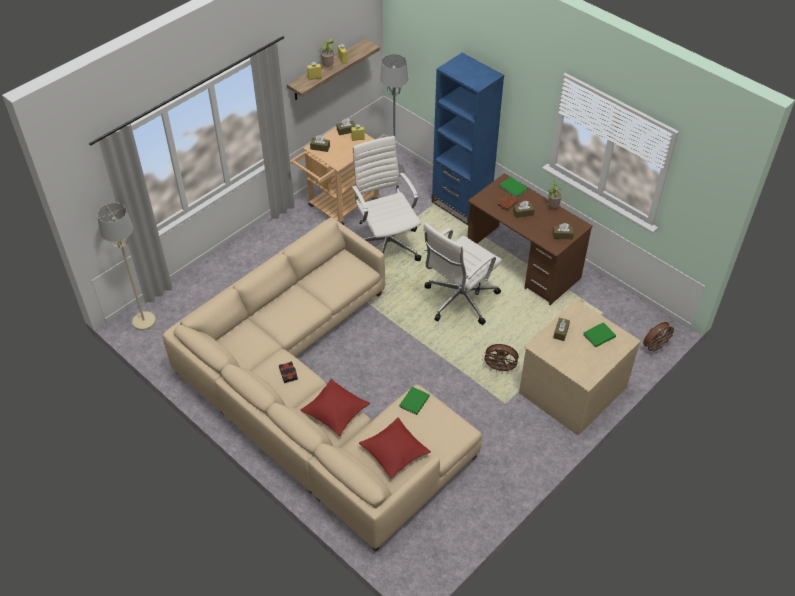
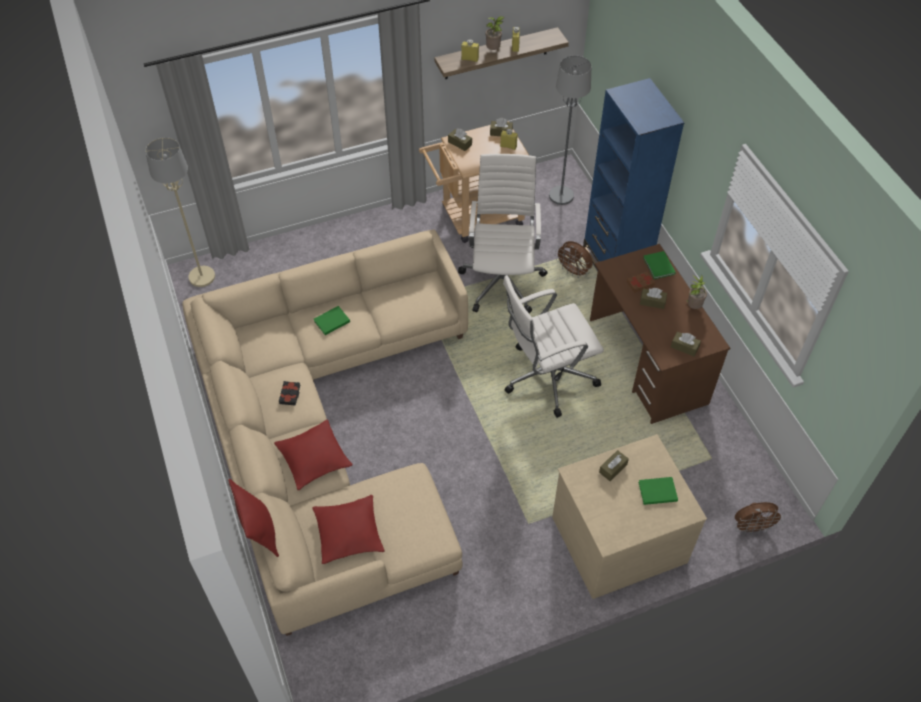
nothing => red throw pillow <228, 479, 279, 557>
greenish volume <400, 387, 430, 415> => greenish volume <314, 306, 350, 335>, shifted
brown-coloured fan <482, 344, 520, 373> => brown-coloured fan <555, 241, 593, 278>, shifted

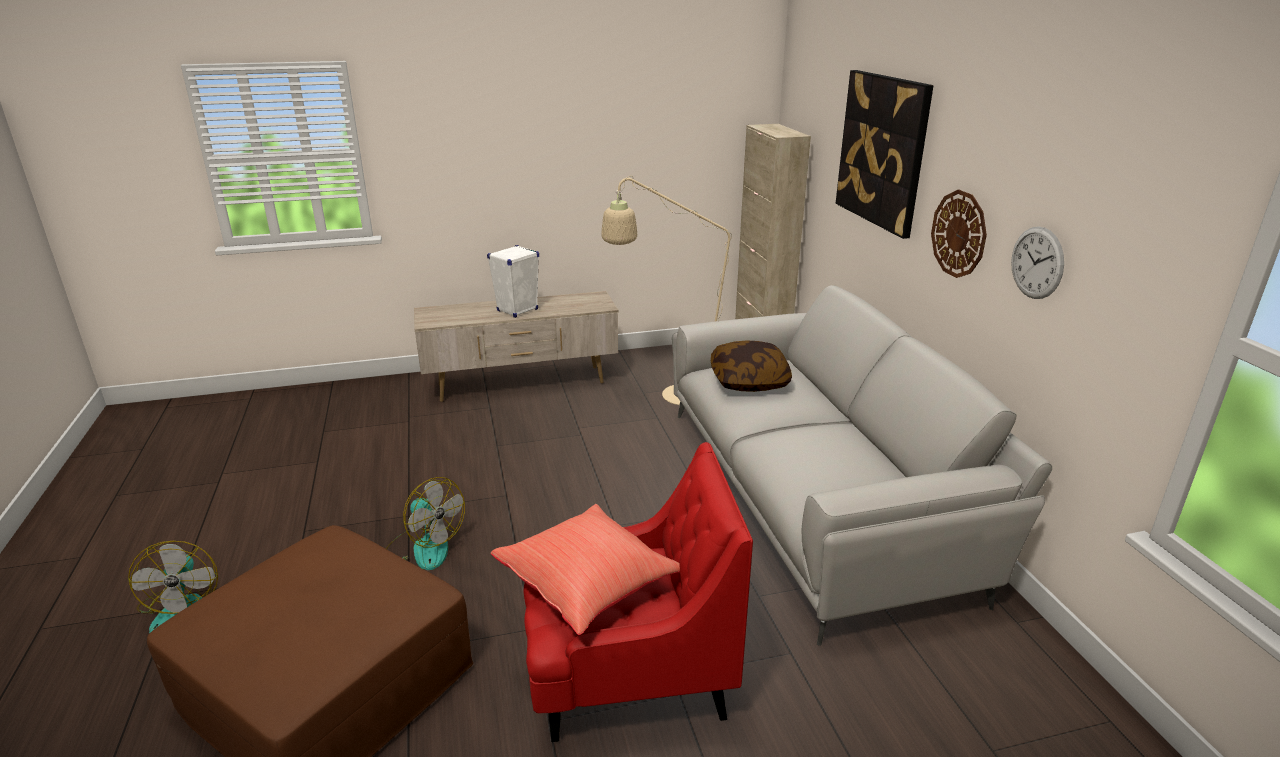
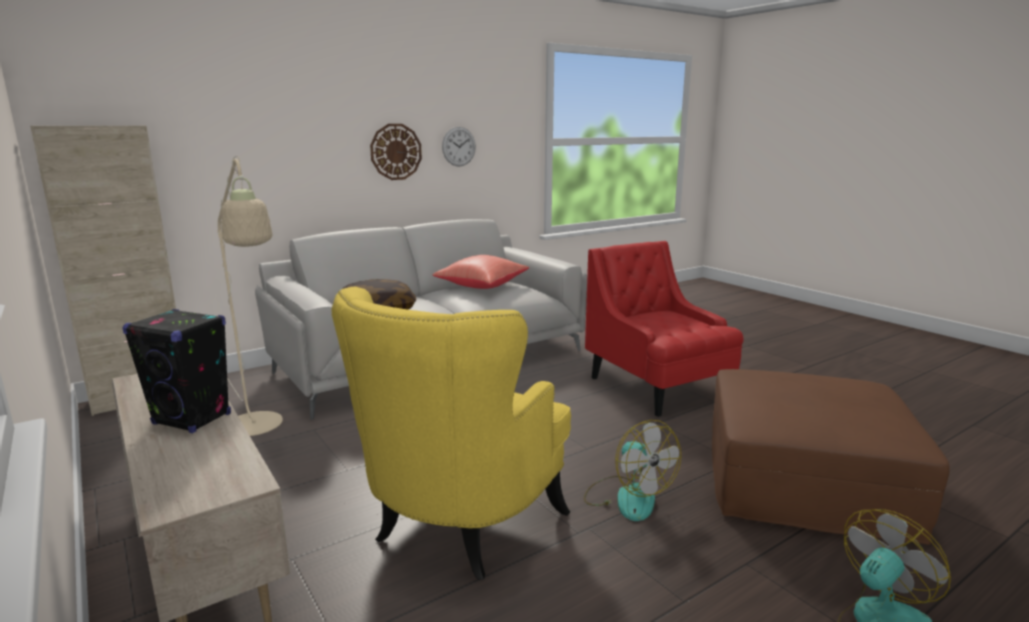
wall picture <836, 70, 934, 239> => nothing
nothing => yellow lounge chair <332, 287, 571, 580>
red throw pillow <491, 504, 680, 635> => red throw pillow <433, 255, 529, 289>, shifted
white audio speaker <487, 245, 539, 318> => black-coloured audio speaker <122, 309, 231, 433>
fan <386, 477, 465, 570> => fan <584, 420, 681, 521>, 135 degrees clockwise

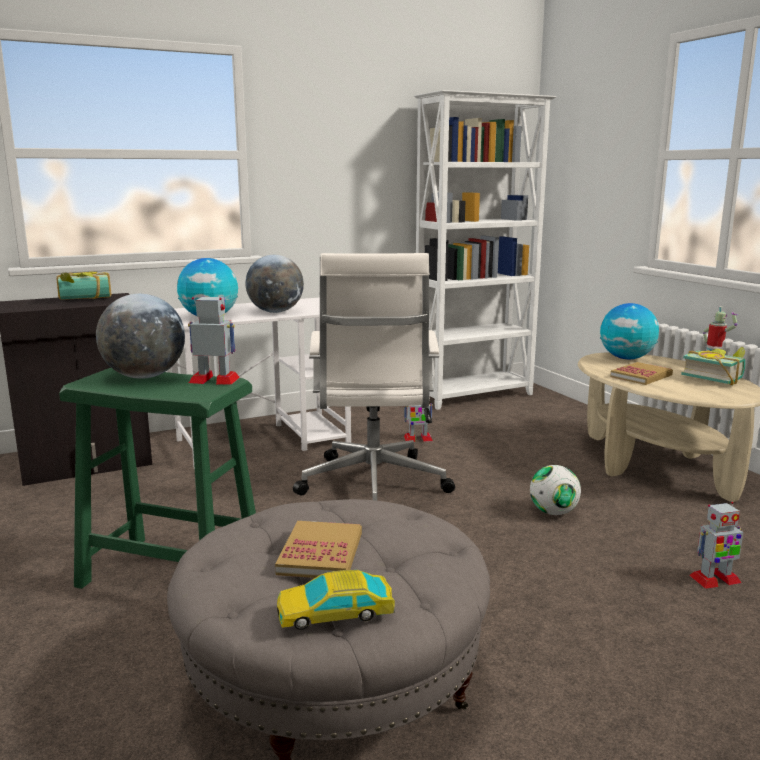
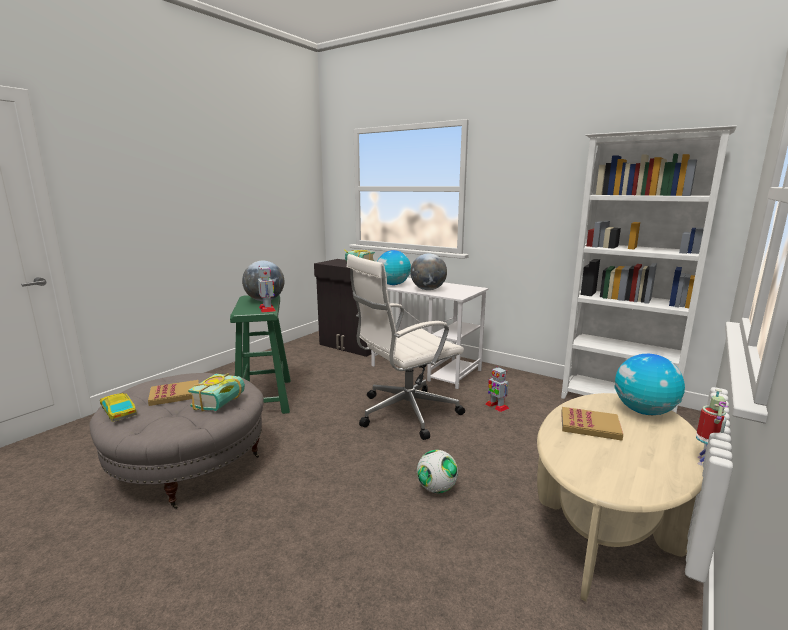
model robot <689, 502, 743, 589> => nothing
volume <681, 347, 745, 386> => volume <188, 373, 245, 412>, shifted

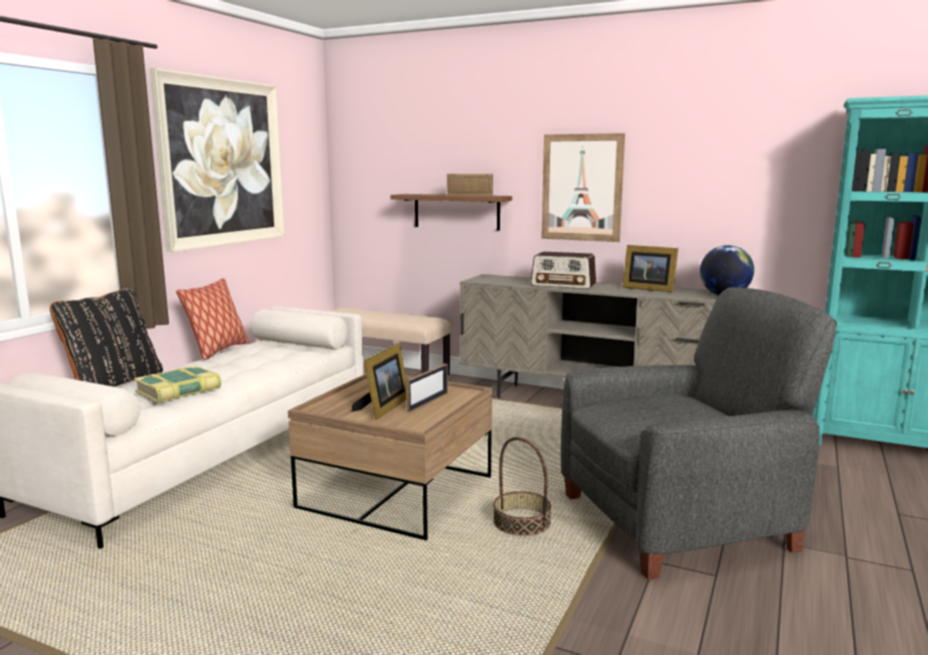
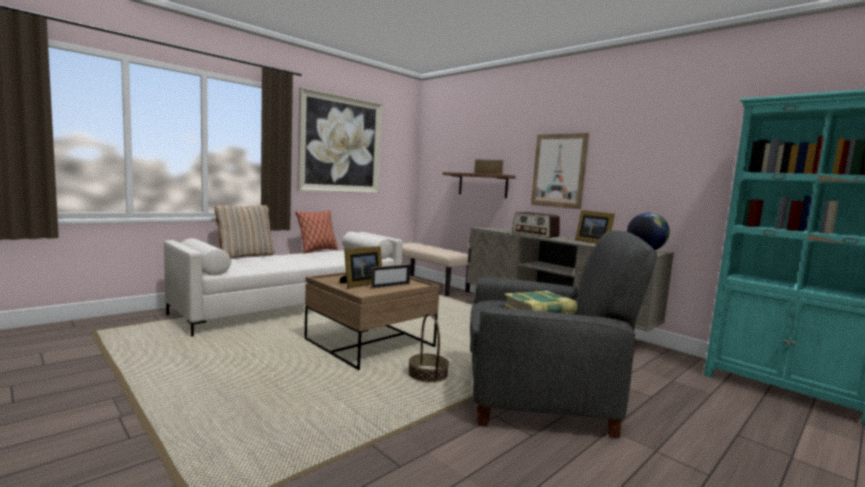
volume <134, 365, 221, 403> => volume <504, 291, 577, 314>, shifted
black-coloured throw pillow <50, 288, 163, 387> => beige throw pillow <215, 205, 275, 258>

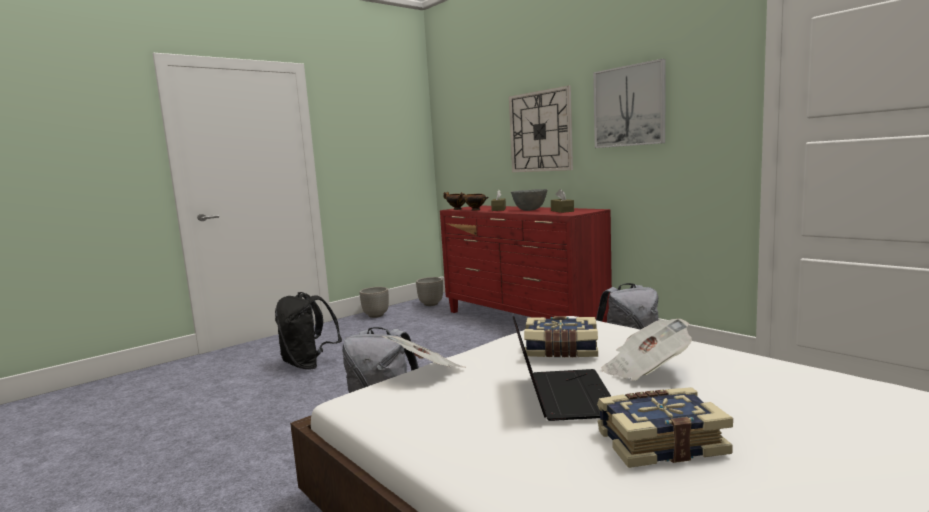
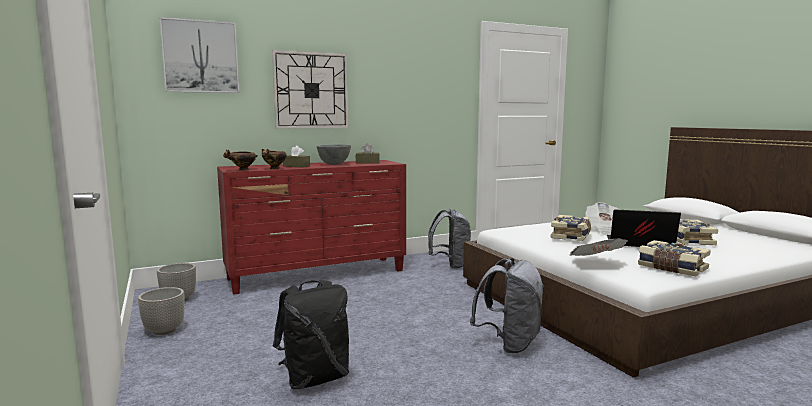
nothing => volume <638, 240, 711, 277>
wall picture <593, 59, 666, 148> => wall picture <160, 17, 240, 93>, shifted

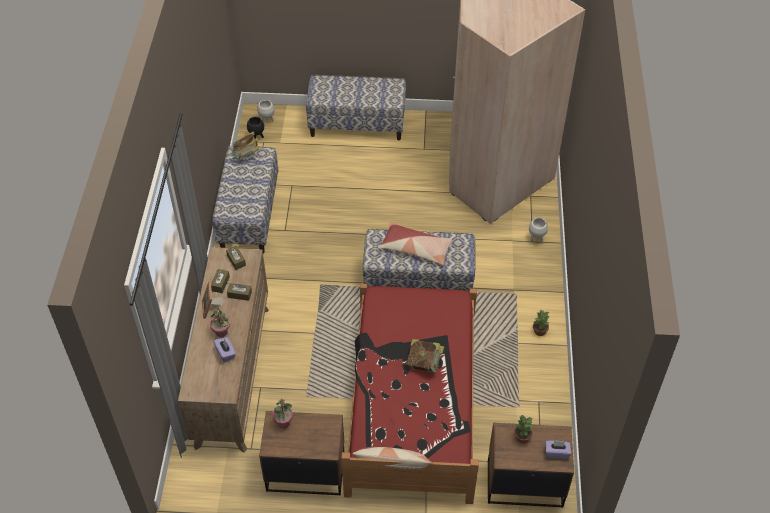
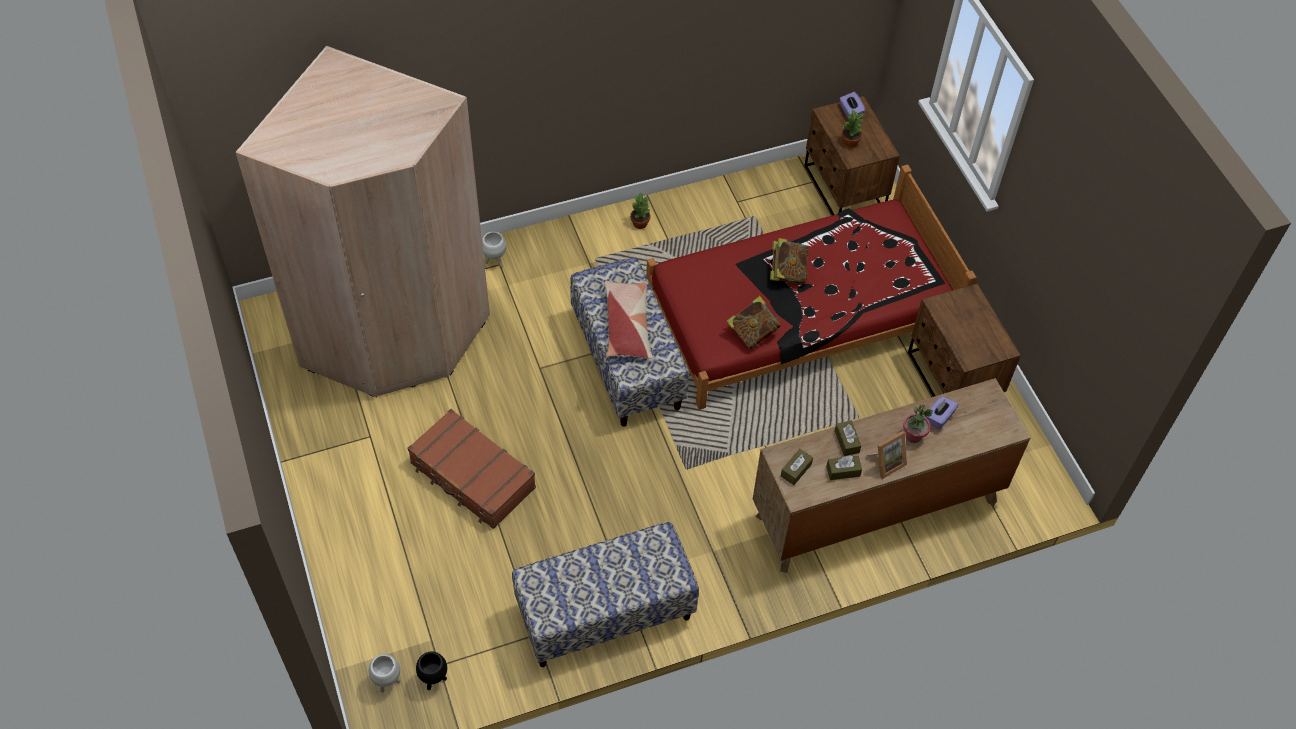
plant in a pot <273, 399, 293, 428> => nothing
bench <306, 75, 406, 141> => nothing
throw pillow <353, 447, 432, 469> => nothing
nothing => brown-coloured suitcase <407, 409, 536, 529>
volume <233, 131, 259, 159> => volume <727, 296, 781, 350>, shifted

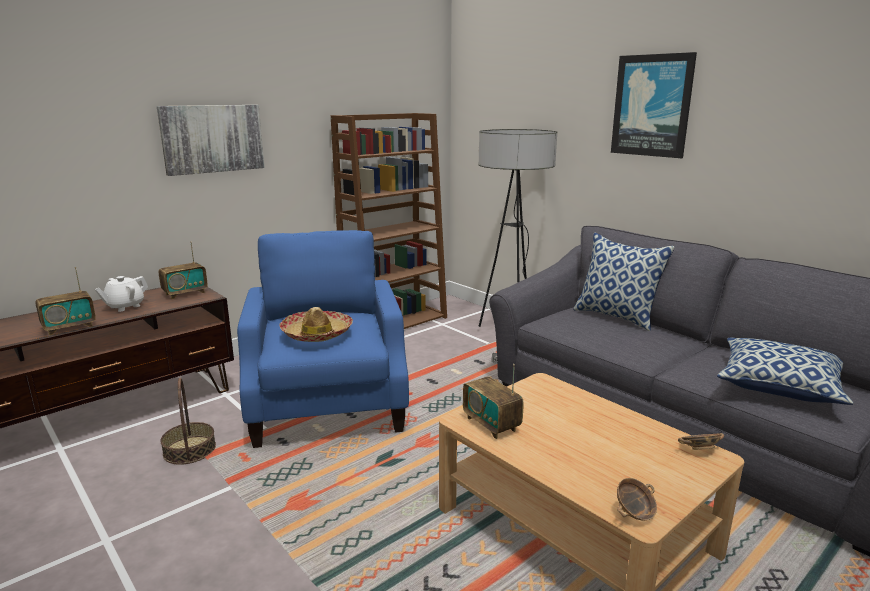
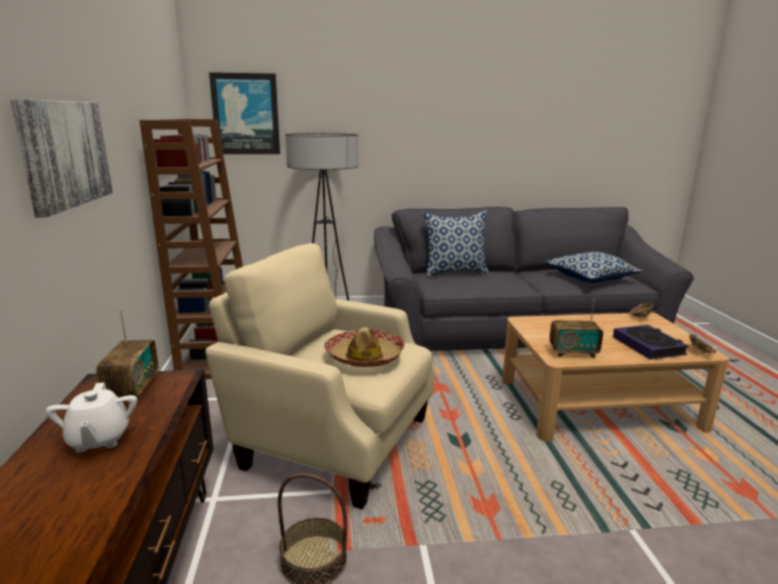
radio receiver <35, 267, 96, 335> => nothing
nothing => volume <613, 325, 689, 360>
wall picture <611, 52, 697, 158> => wall picture <209, 72, 280, 154>, shifted
blue-coloured lounge chair <237, 230, 409, 448> => beige lounge chair <205, 243, 434, 509>

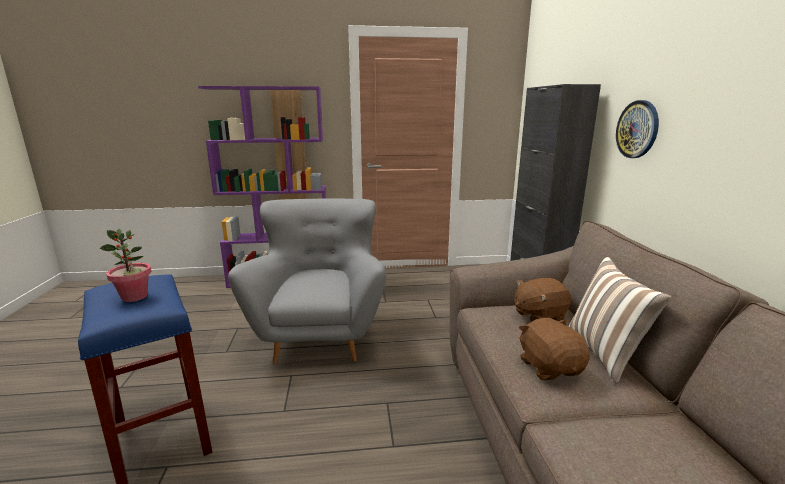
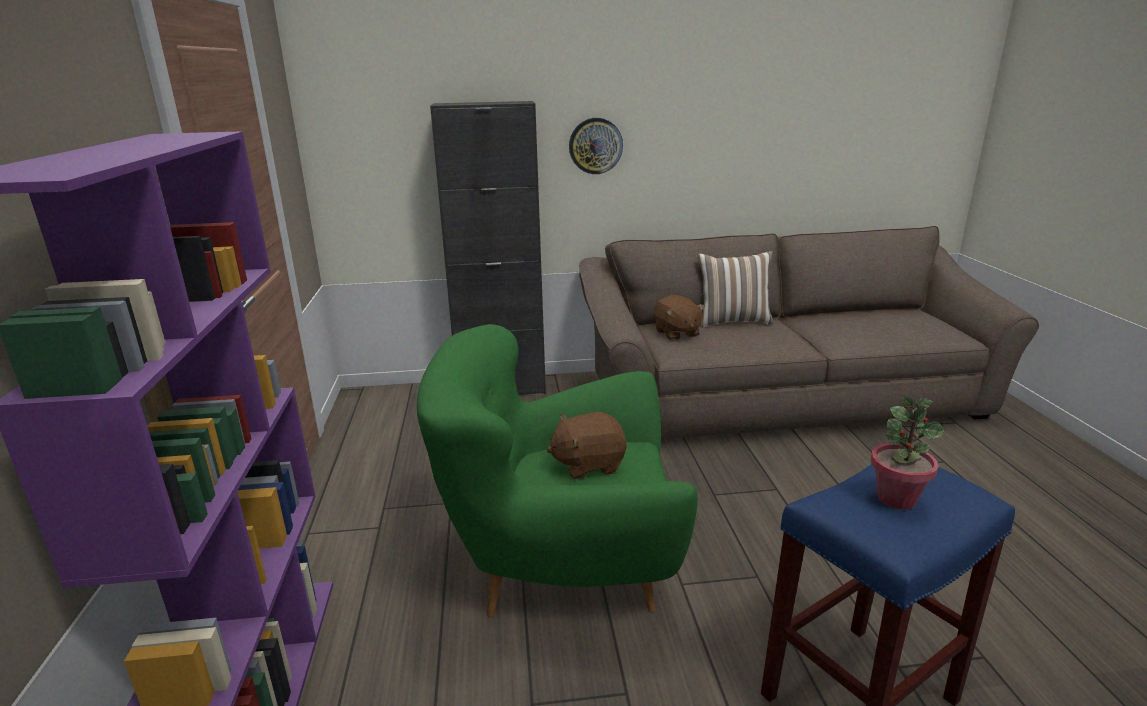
brown-coloured plush toy <519, 318, 590, 380> => brown-coloured plush toy <547, 412, 627, 479>, shifted
greyish lounge chair <228, 199, 386, 364> => greenish lounge chair <417, 324, 698, 617>

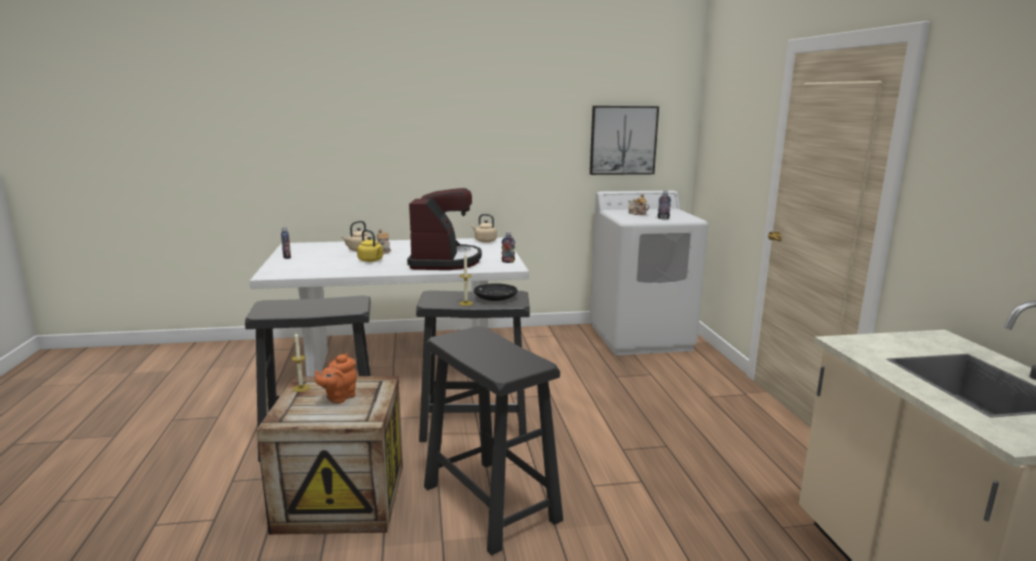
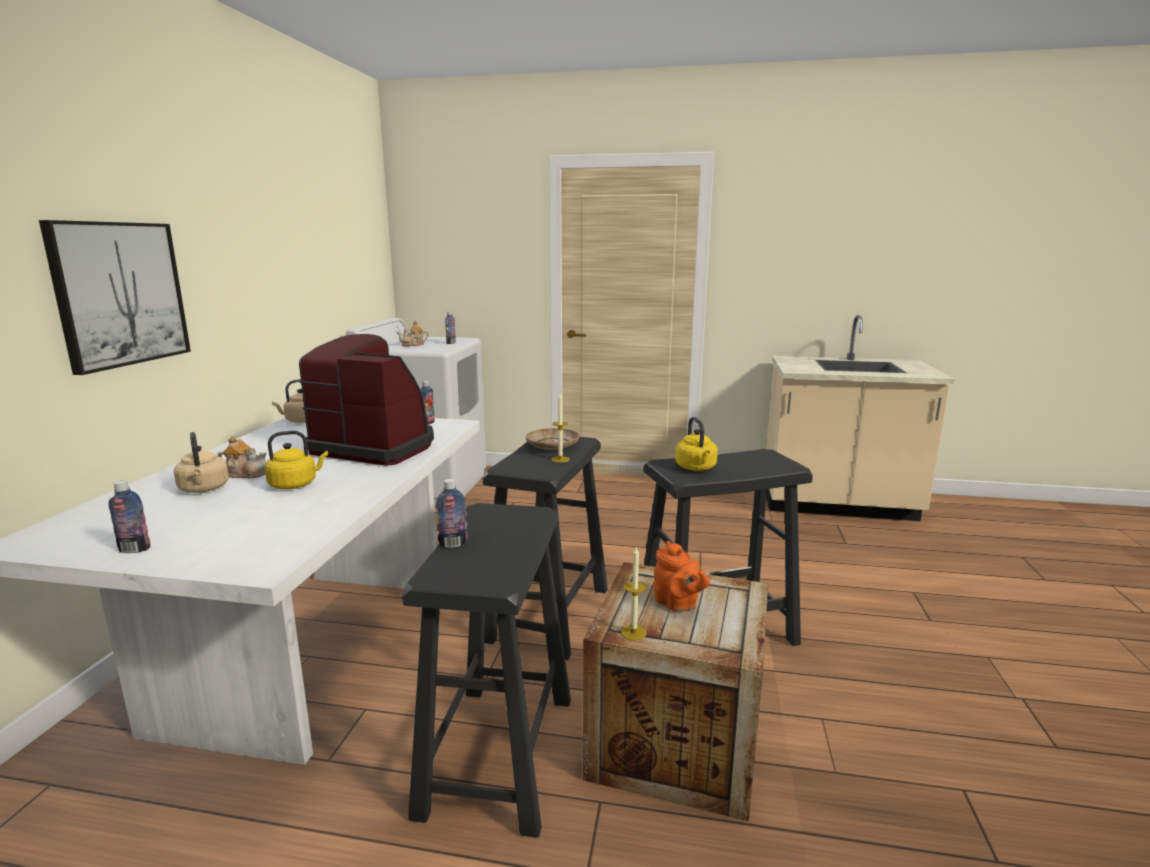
nothing => drink bottle <436, 479, 468, 548>
nothing => yellow water kettle <675, 417, 718, 471>
wall picture <590, 106, 659, 175> => wall picture <39, 220, 191, 375>, shifted
black-coloured plate <474, 283, 517, 301> => beige plate <526, 428, 579, 450>

